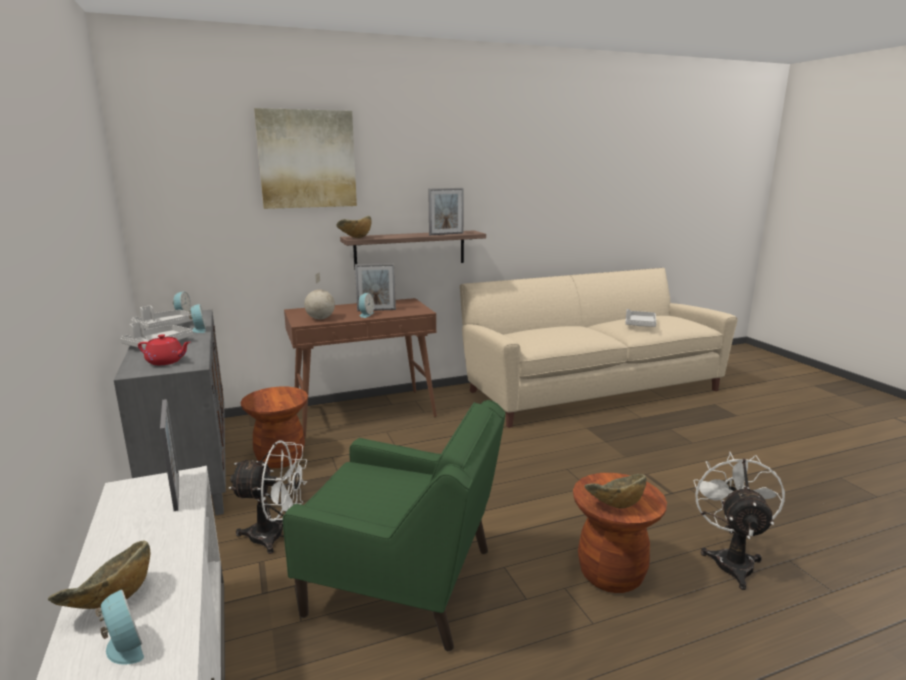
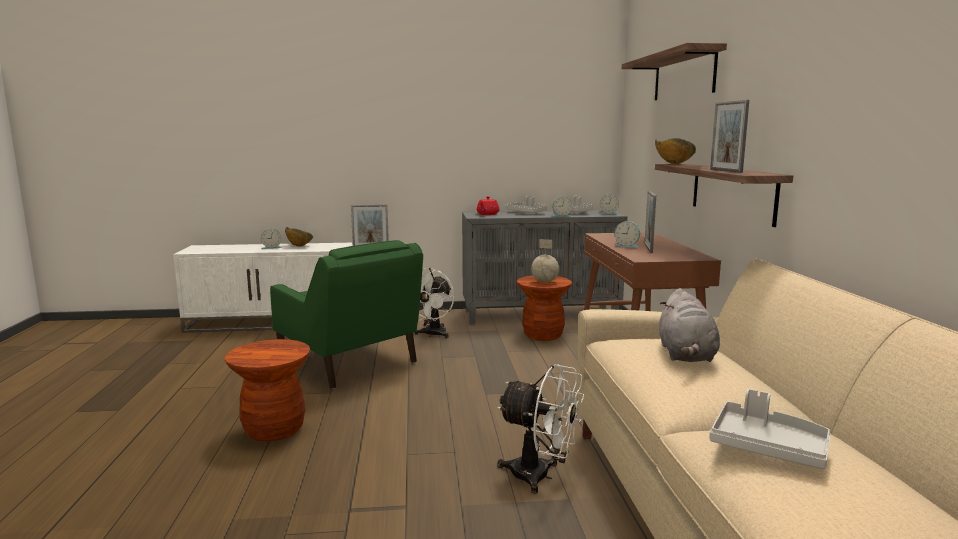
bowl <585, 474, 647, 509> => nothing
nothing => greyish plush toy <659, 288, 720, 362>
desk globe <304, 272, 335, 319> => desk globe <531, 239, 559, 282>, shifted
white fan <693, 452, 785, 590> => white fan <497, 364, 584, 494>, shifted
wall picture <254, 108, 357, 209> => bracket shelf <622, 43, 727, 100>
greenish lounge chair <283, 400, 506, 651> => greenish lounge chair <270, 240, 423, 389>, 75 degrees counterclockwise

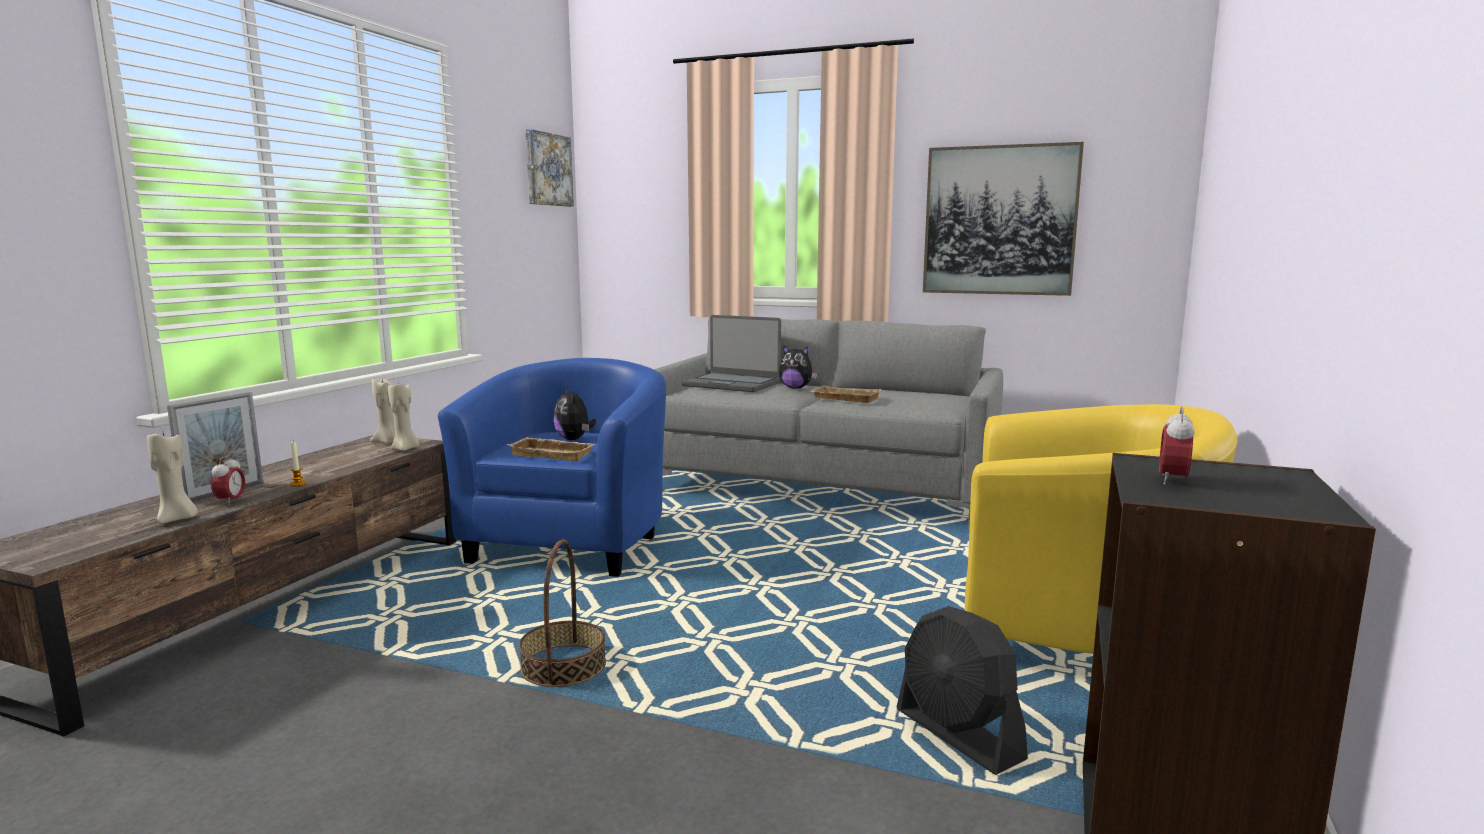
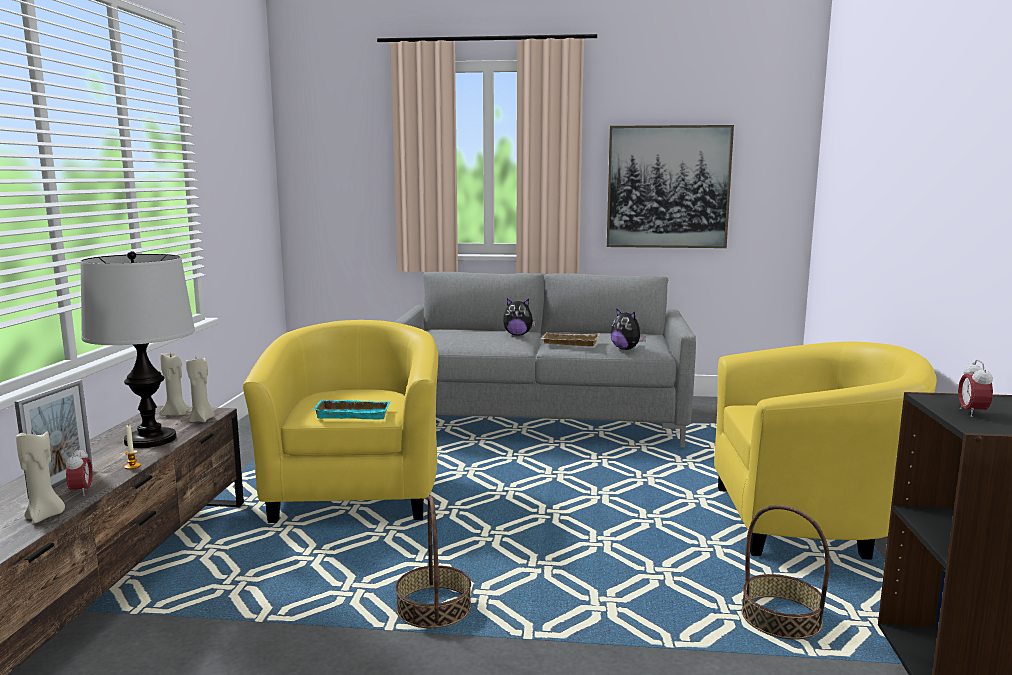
wall picture <525, 129, 574, 207> => nothing
notebook computer <682, 315, 781, 392> => nothing
nothing => table lamp <80, 251, 195, 448>
plush toy <553, 387, 596, 440> => plush toy <610, 308, 646, 350>, shifted
black-coloured fan <897, 606, 1028, 775> => storage basket <742, 505, 830, 640>
blue-coloured lounge chair <438, 358, 666, 577> => yellow lounge chair <243, 320, 438, 523>
beige carrying tray <507, 437, 595, 461> => blue-green carrying tray <313, 399, 391, 419>

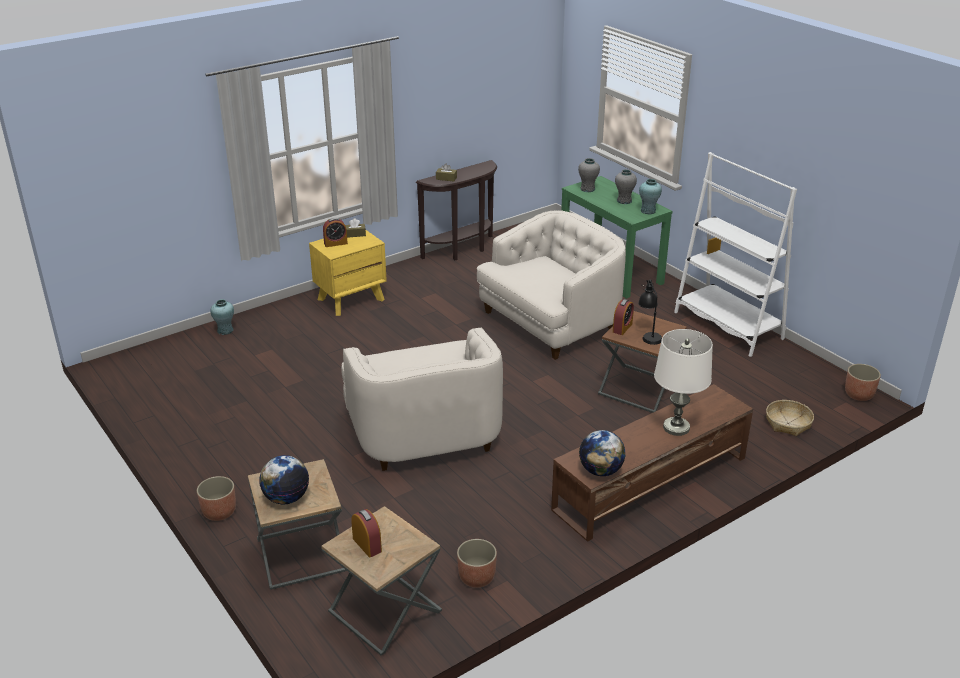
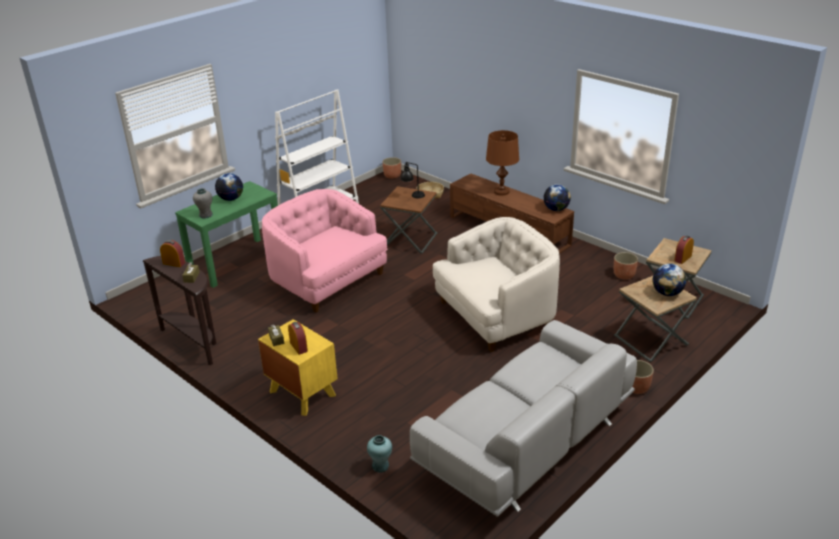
blue-green vase <639, 179, 662, 214> => nothing
nothing => greyish sofa <410, 320, 637, 517>
table clock <613, 299, 634, 335> => table clock <160, 240, 185, 267>, shifted
greyish vase <615, 169, 637, 204> => desk globe <215, 173, 243, 201>
white lounge chair <477, 210, 626, 360> => pink-coloured lounge chair <262, 189, 388, 313>
white table lamp <654, 329, 713, 436> => brown-coloured table lamp <486, 130, 519, 196>

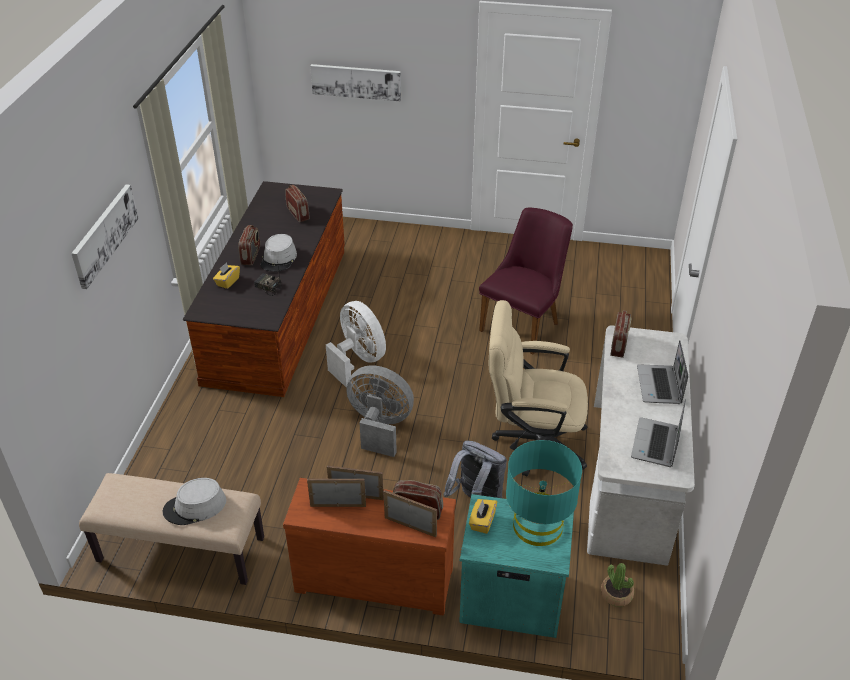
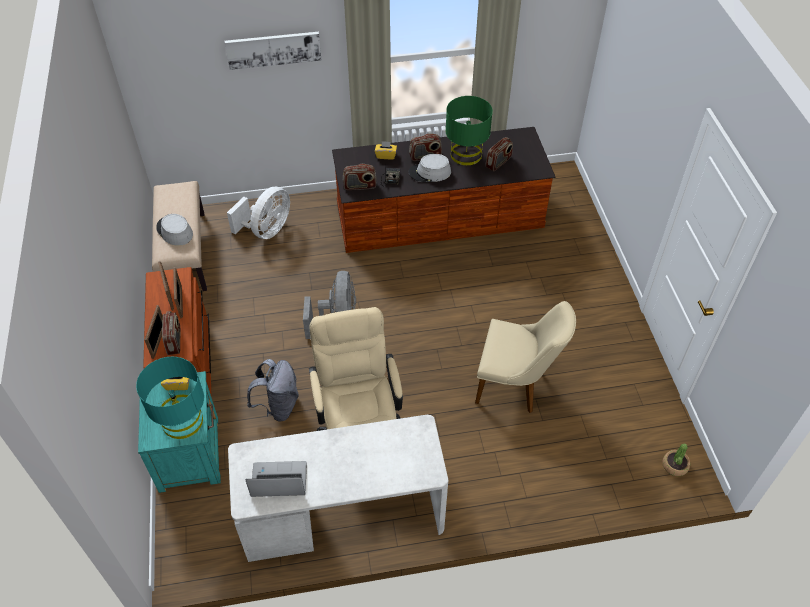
wall picture <310, 64, 401, 101> => nothing
notebook computer <637, 340, 688, 404> => nothing
nothing => greenish table lamp <446, 96, 493, 165>
white fan <326, 301, 386, 388> => white fan <227, 187, 290, 239>, shifted
plant in a pot <601, 563, 634, 607> => plant in a pot <662, 443, 690, 476>, shifted
radio receiver <610, 310, 632, 358> => radio receiver <343, 164, 377, 190>, shifted
purple plain chair <479, 208, 573, 355> => beige plain chair <475, 301, 576, 413>

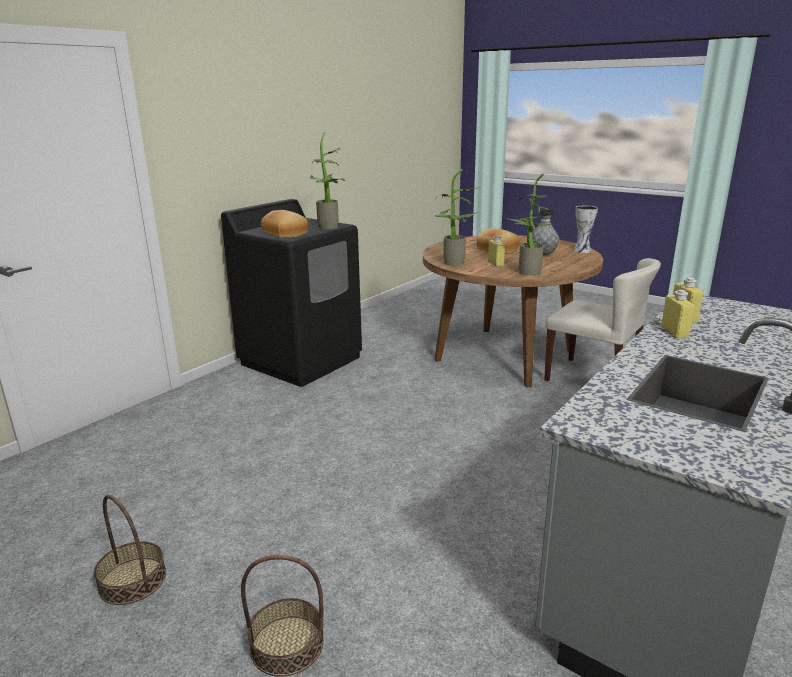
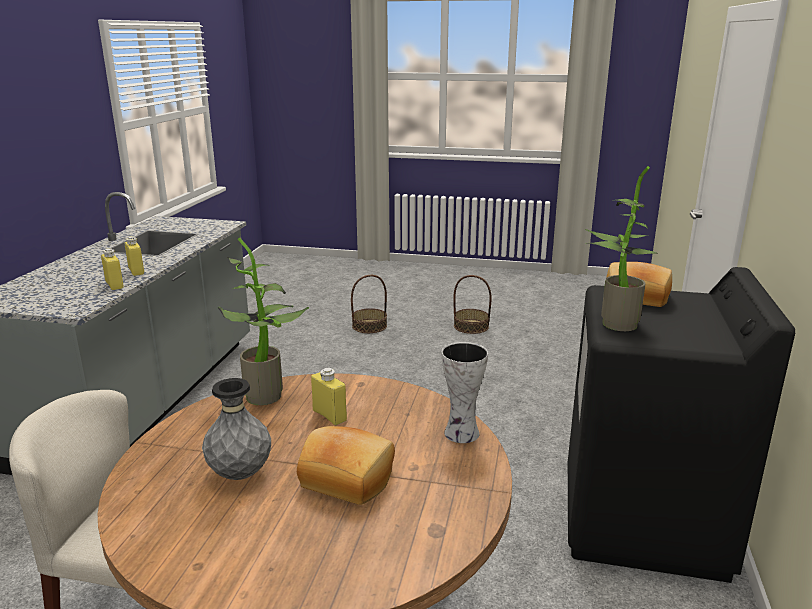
plant in a pot <435, 169, 480, 266> => nothing
vase <574, 206, 598, 253> => vase <442, 342, 488, 443>, shifted

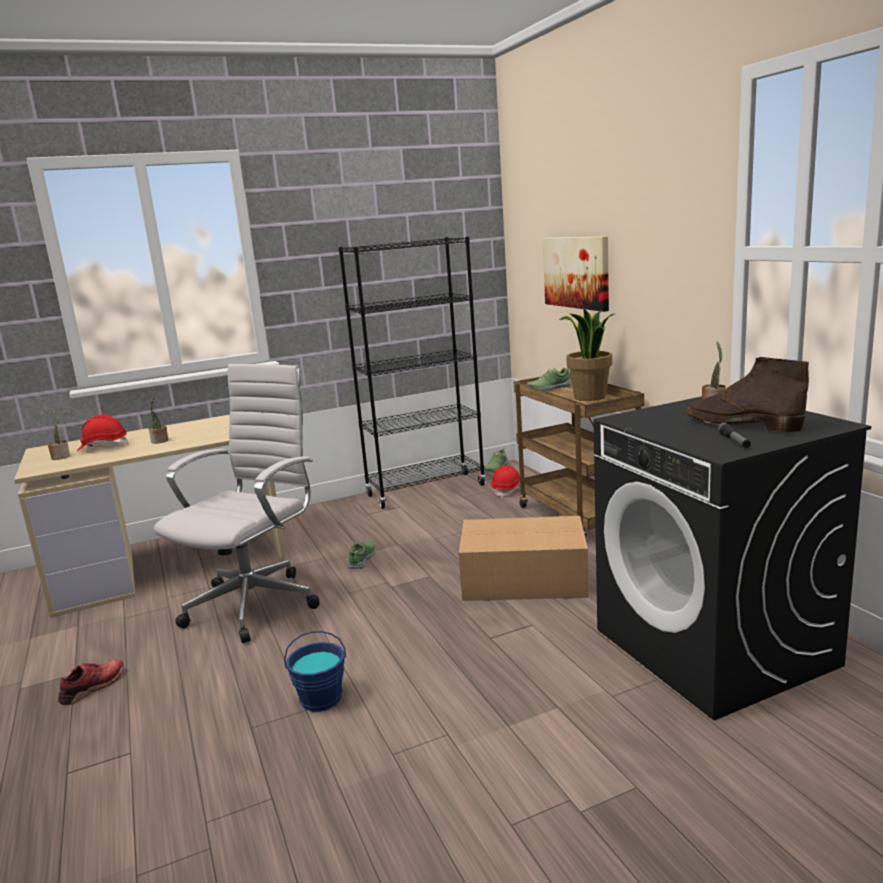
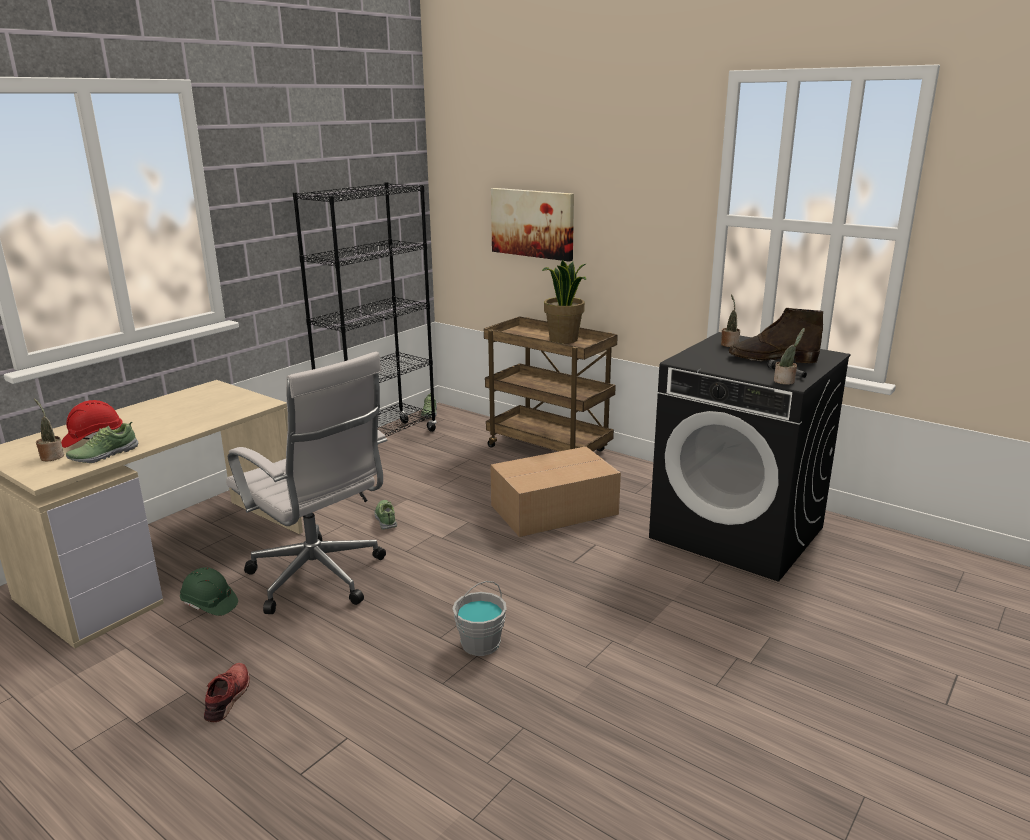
red safety helmet <491, 466, 520, 498> => nothing
nothing => greenish safety helmet <180, 567, 238, 616>
plant in a pot <148, 397, 169, 444> => plant in a pot <774, 328, 805, 385>, shifted
shoe <527, 368, 572, 391> => shoe <66, 422, 138, 463>, shifted
blue-coloured bucket <284, 631, 346, 712> => greyish bucket <452, 581, 507, 656>
white desk chair <154, 364, 319, 643> => white desk chair <226, 352, 387, 614>, 135 degrees clockwise

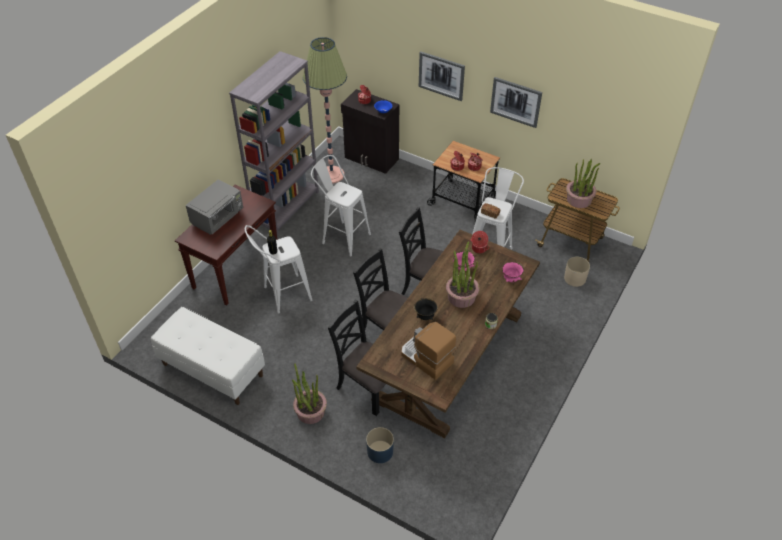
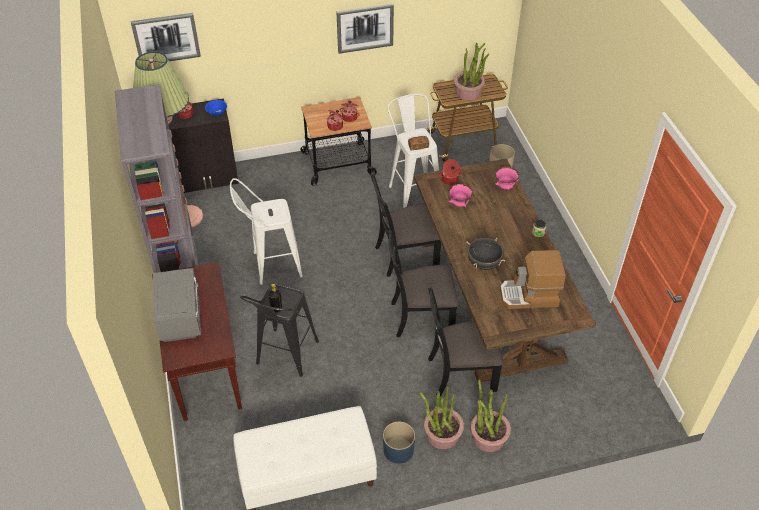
blue-coloured flower pot <366, 427, 394, 463> => blue-coloured flower pot <383, 421, 415, 464>, shifted
wall picture <419, 51, 465, 101> => wall picture <131, 13, 201, 61>, shifted
plant in a pot <446, 241, 479, 308> => plant in a pot <471, 380, 511, 452>, shifted
black-coloured bowl <414, 298, 438, 320> => black-coloured stockpot <466, 238, 505, 270>
white sitting stool <245, 225, 313, 314> => black-coloured sitting stool <240, 284, 319, 377>

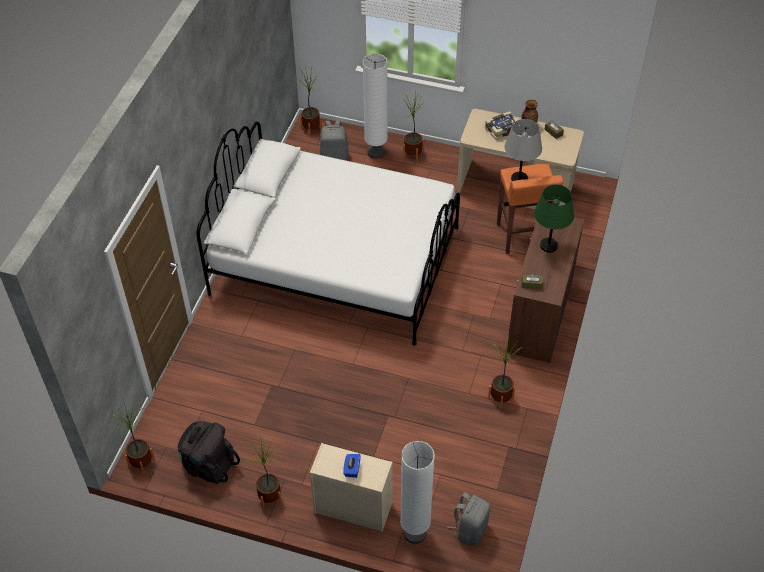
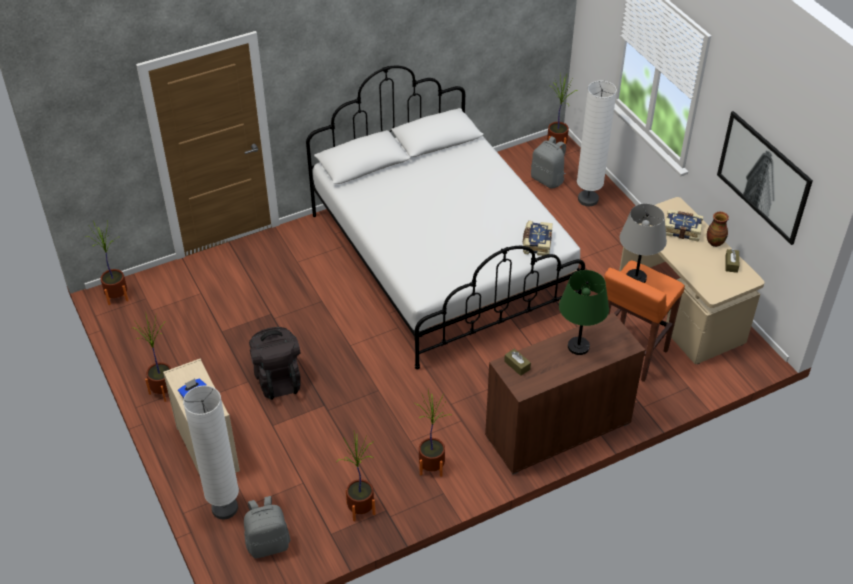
nothing => volume <523, 221, 553, 256>
nothing => wall picture <717, 111, 813, 245>
black-coloured rucksack <178, 421, 240, 484> => black-coloured rucksack <249, 327, 301, 400>, shifted
plant in a pot <403, 93, 424, 162> => plant in a pot <336, 433, 375, 521>, shifted

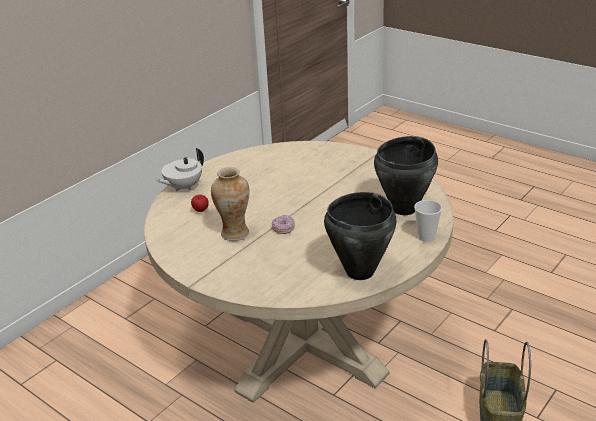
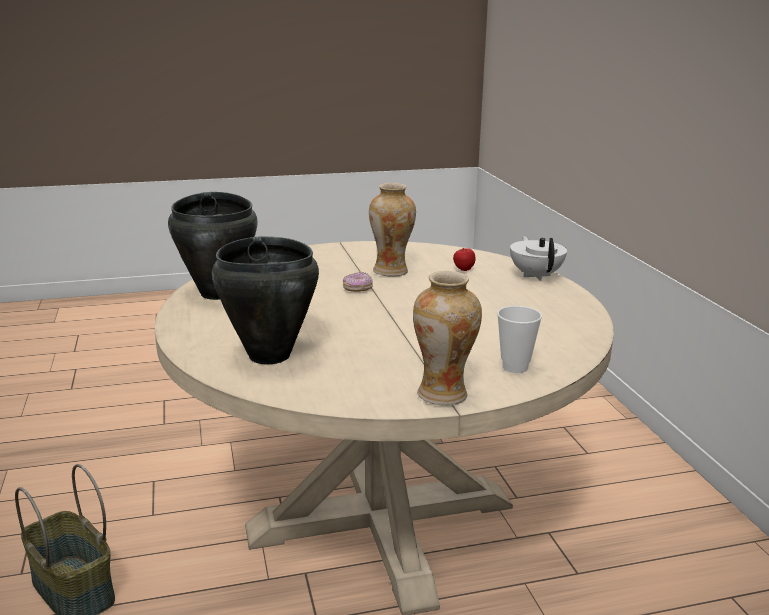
nothing => vase <413, 271, 482, 406>
small cup <414, 200, 442, 242> => small cup <497, 306, 542, 373>, shifted

